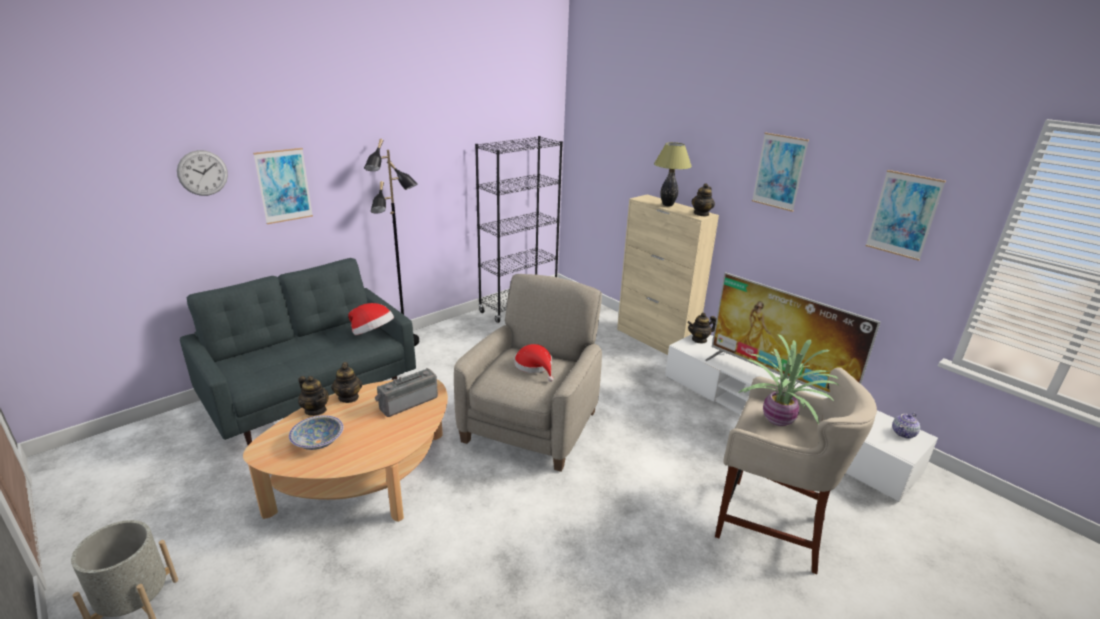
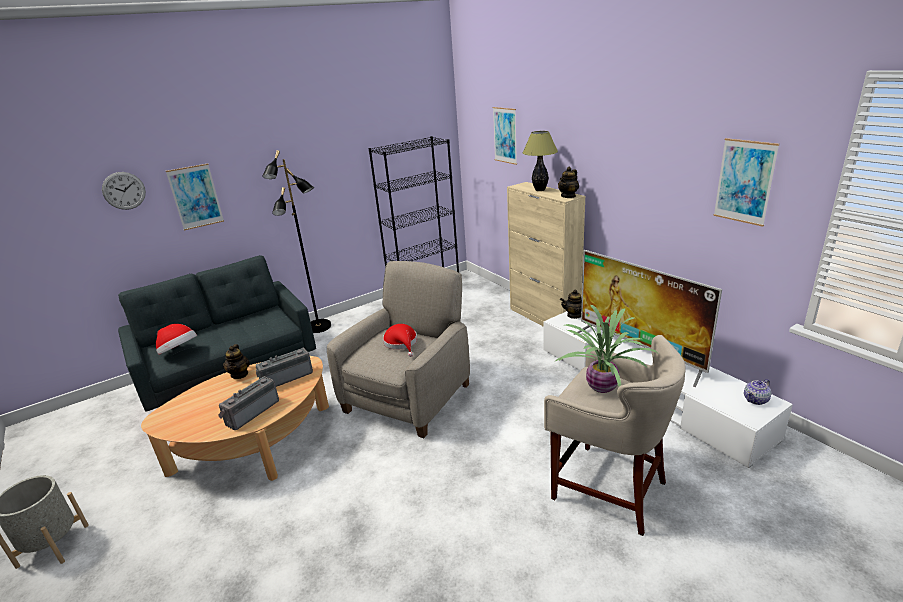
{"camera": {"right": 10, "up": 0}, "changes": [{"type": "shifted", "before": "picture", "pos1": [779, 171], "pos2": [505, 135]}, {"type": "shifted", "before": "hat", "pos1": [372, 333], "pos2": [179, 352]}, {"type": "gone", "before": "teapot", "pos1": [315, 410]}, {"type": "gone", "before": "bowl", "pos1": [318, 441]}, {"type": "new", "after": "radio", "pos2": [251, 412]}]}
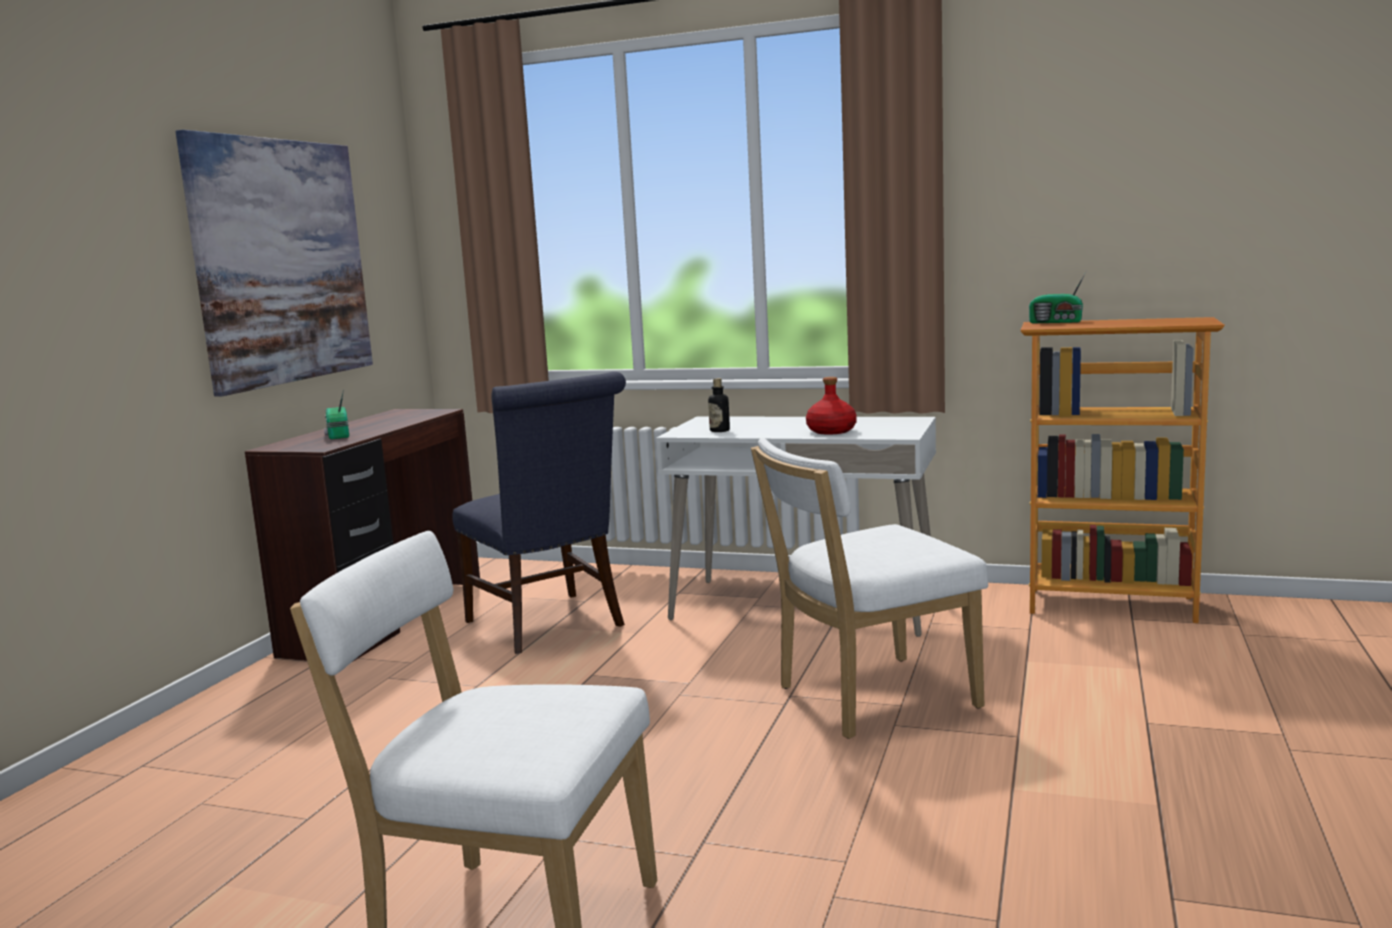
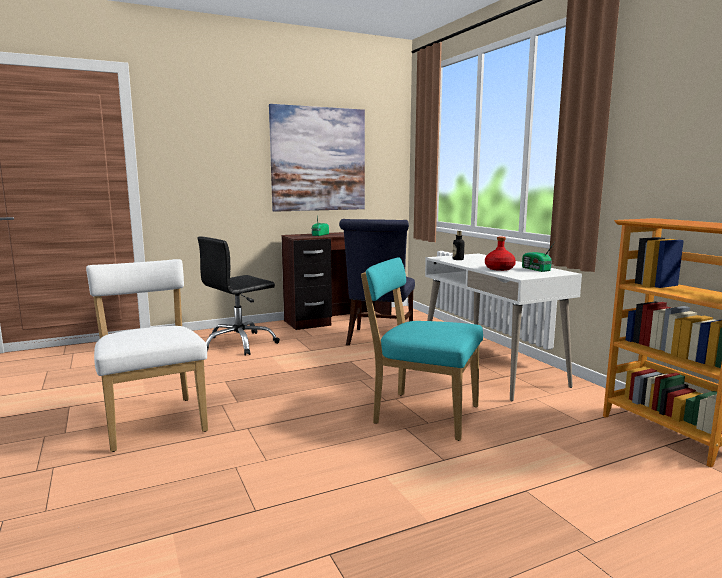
{"camera": {"right": 45, "up": 0}, "changes": [{"type": "shifted", "before": "radio", "pos1": [1057, 322], "pos2": [536, 269]}, {"type": "repainted", "before": "chair/white", "after": "chair/turquoise", "pos1": [868, 699], "pos2": [421, 414]}, {"type": "new", "after": "office chair/black", "pos2": [239, 344]}]}
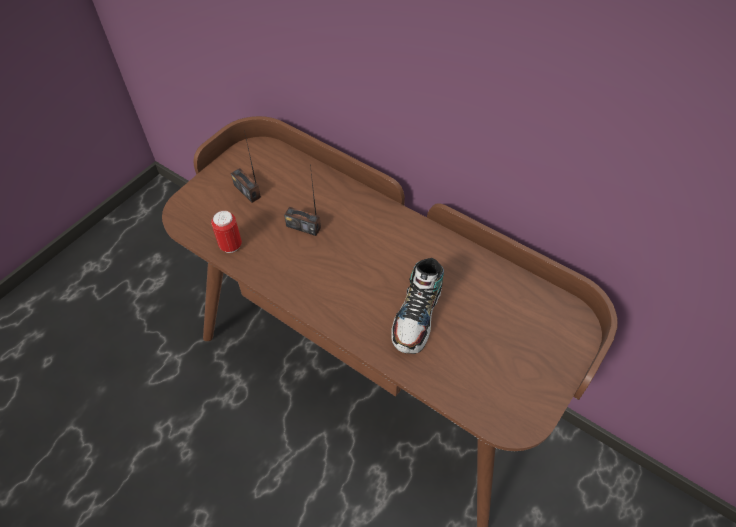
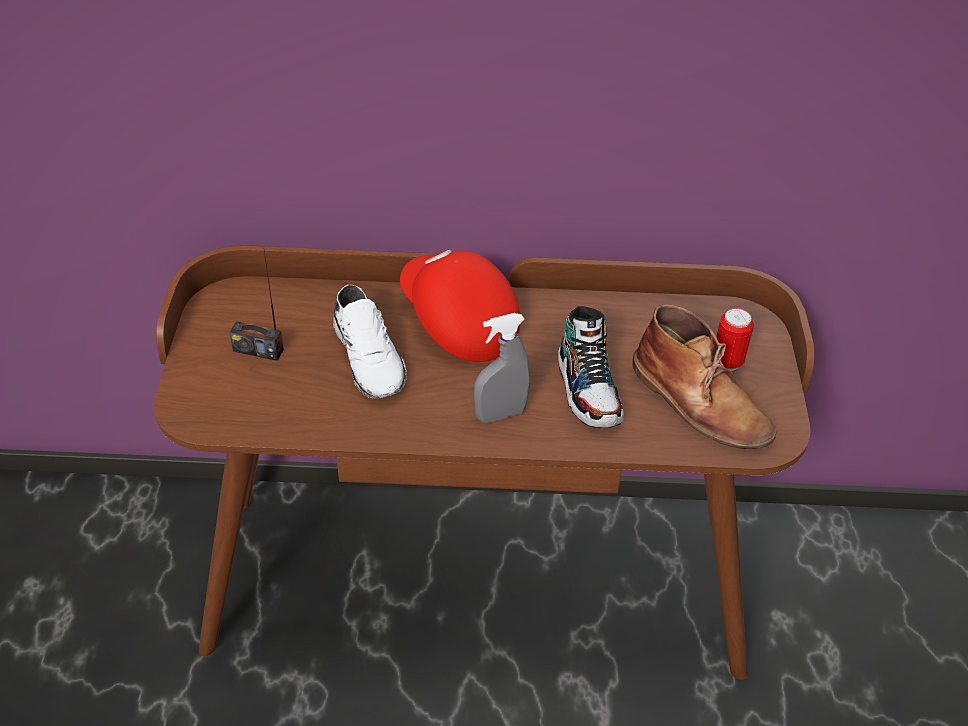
{"camera": {"right": -35, "up": -10}, "changes": [{"type": "swapped", "before": "radio", "after": "shoe/white", "pos1": [303, 227], "pos2": [370, 358]}, {"type": "shifted", "before": "can", "pos1": [230, 245], "pos2": [727, 362]}, {"type": "new", "after": "cap/red", "pos2": [457, 323]}, {"type": "new", "after": "boot/brown", "pos2": [700, 403]}, {"type": "new", "after": "spray bottle/grey", "pos2": [500, 414]}]}
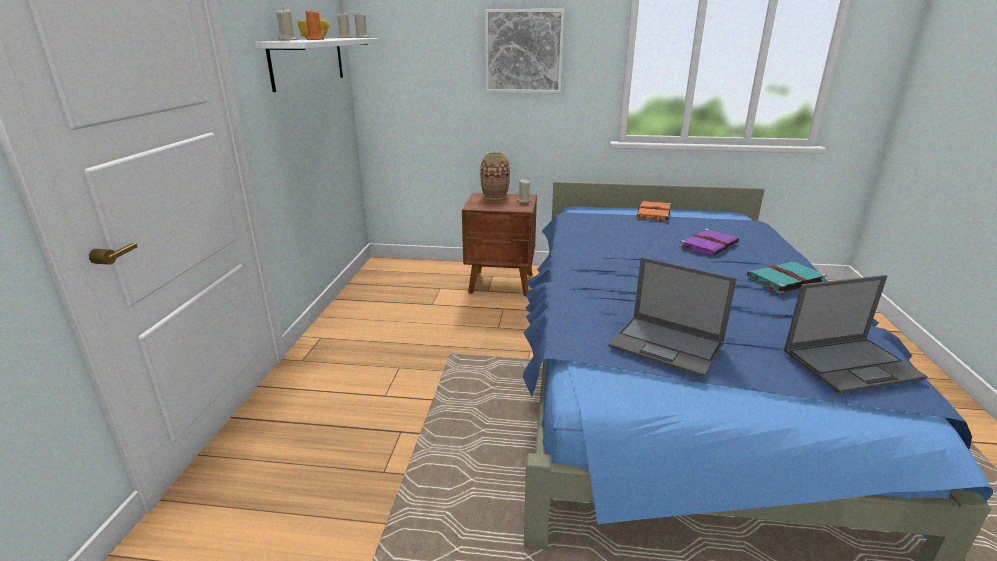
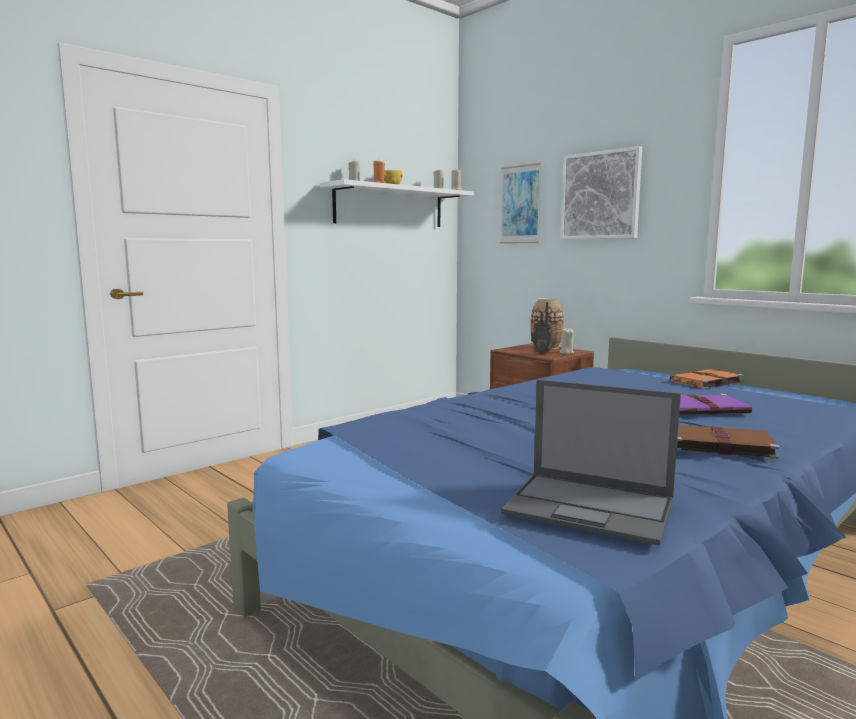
{"camera": {"right": 40, "up": -15}, "changes": [{"type": "gone", "before": "laptop", "pos1": [667, 345]}, {"type": "repainted", "before": "book/turquoise", "after": "book/brown", "pos1": [784, 279], "pos2": [717, 444]}, {"type": "new", "after": "picture", "pos2": [520, 204]}, {"type": "new", "after": "radio", "pos2": [541, 353]}]}
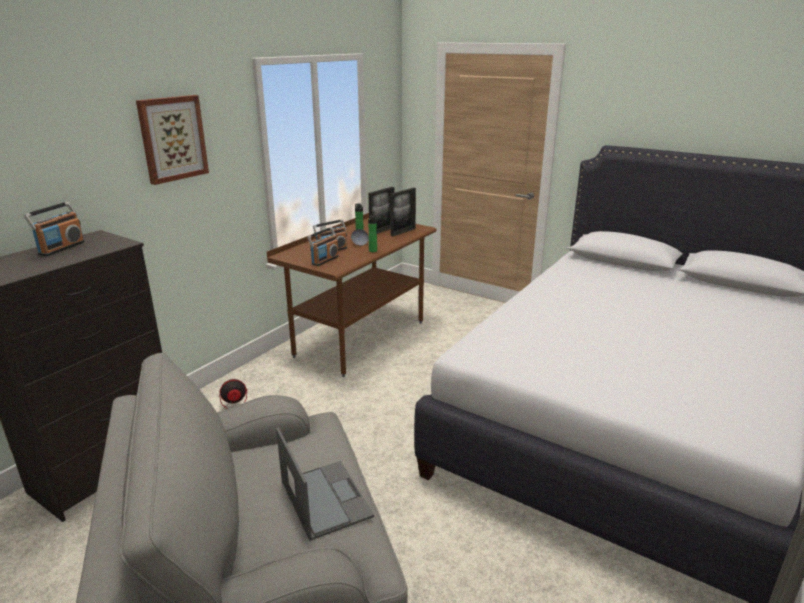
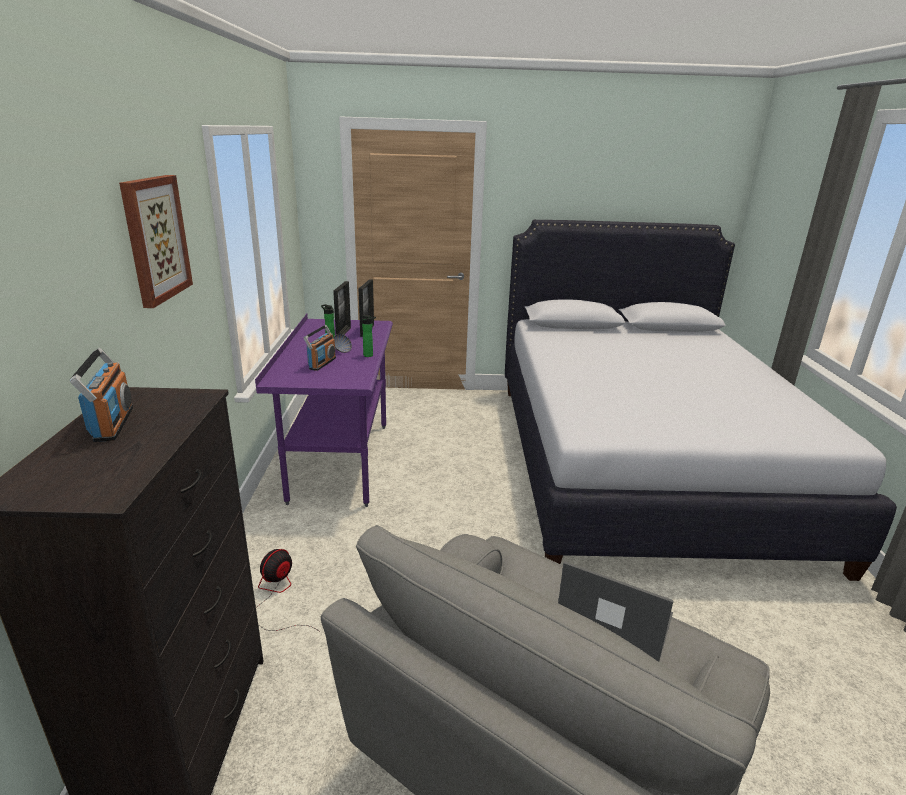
{"camera": {"right": -35, "up": 0}, "changes": [{"type": "repainted", "before": "desk/brown", "after": "desk/purple", "pos1": [360, 339], "pos2": [340, 461]}, {"type": "gone", "before": "radio", "pos1": [325, 260]}]}
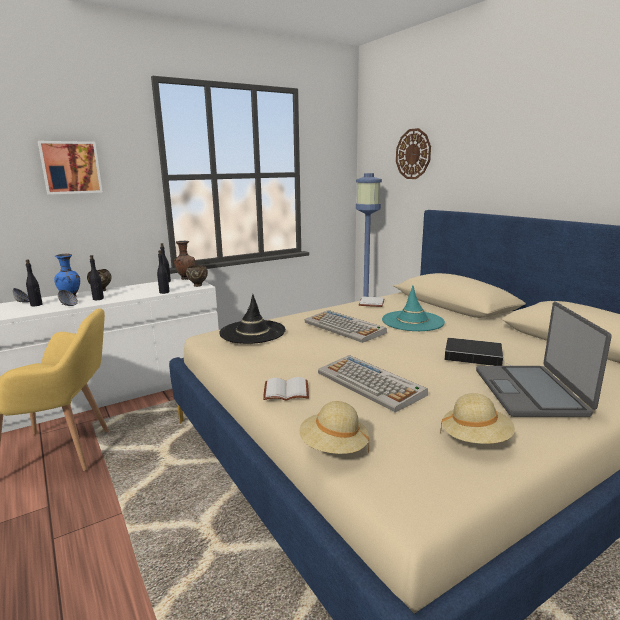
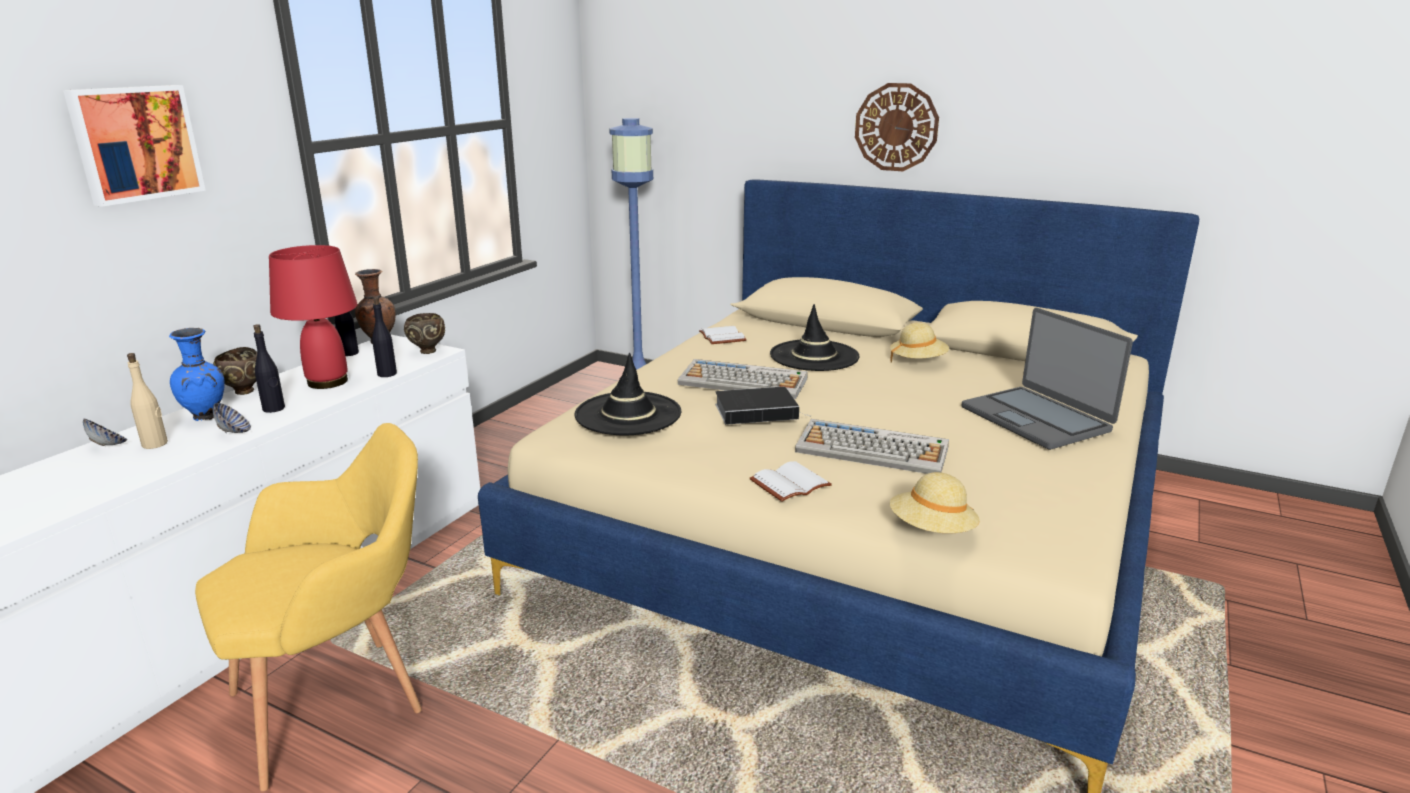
{"camera": {"right": -30, "up": 5}, "changes": [{"type": "shifted", "before": "wall clock", "pos1": [413, 154], "pos2": [896, 127]}, {"type": "repainted", "before": "bottle/black", "after": "bottle/beige", "pos1": [36, 305], "pos2": [155, 444]}, {"type": "repainted", "before": "hat/turquoise", "after": "hat/black", "pos1": [412, 321], "pos2": [814, 356]}, {"type": "shifted", "before": "book", "pos1": [475, 356], "pos2": [758, 411]}, {"type": "shifted", "before": "hat/beige", "pos1": [475, 439], "pos2": [918, 361]}, {"type": "new", "after": "table lamp/red", "pos2": [326, 382]}]}
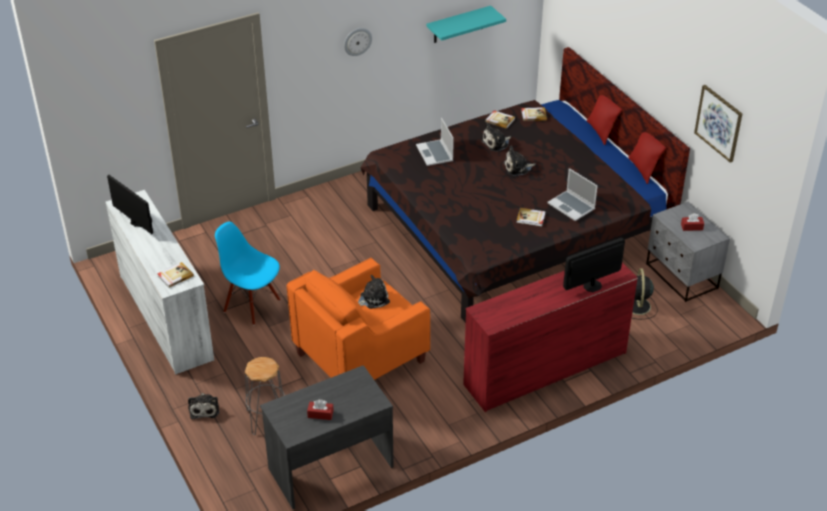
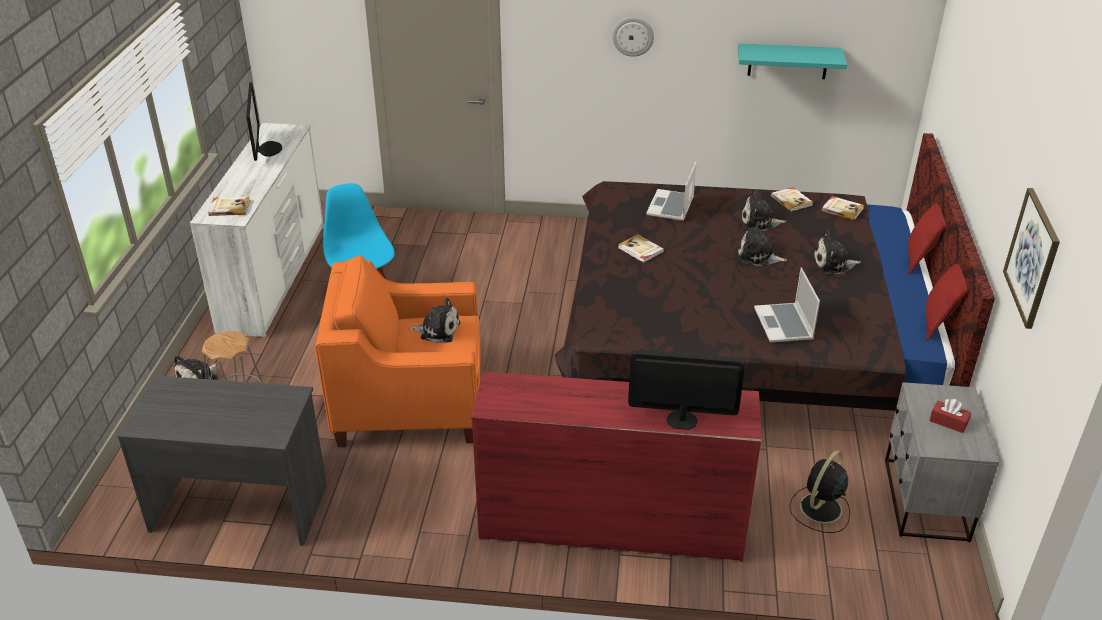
{"camera": {"right": 35, "up": -5}, "changes": [{"type": "shifted", "before": "book", "pos1": [531, 218], "pos2": [640, 250]}, {"type": "gone", "before": "tissue box/red", "pos1": [320, 414]}, {"type": "new", "after": "plush toy", "pos2": [833, 264]}]}
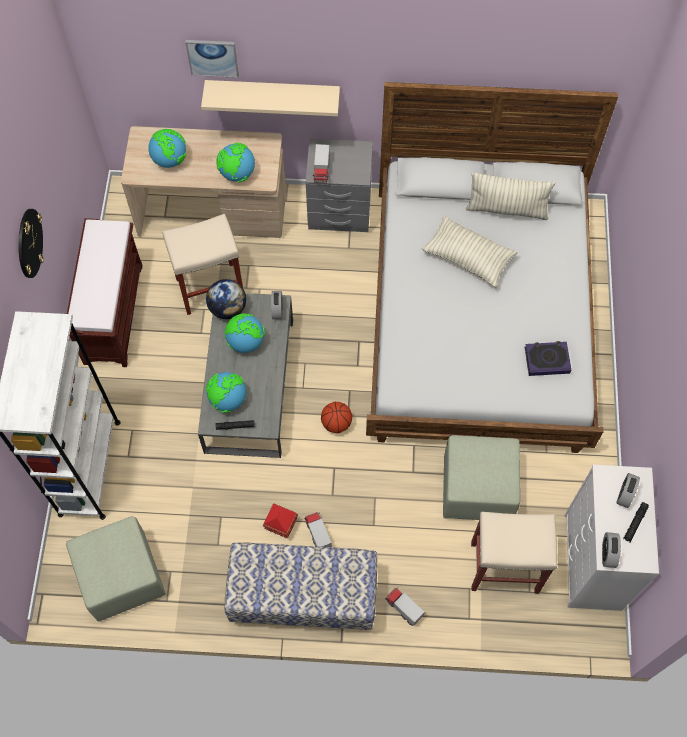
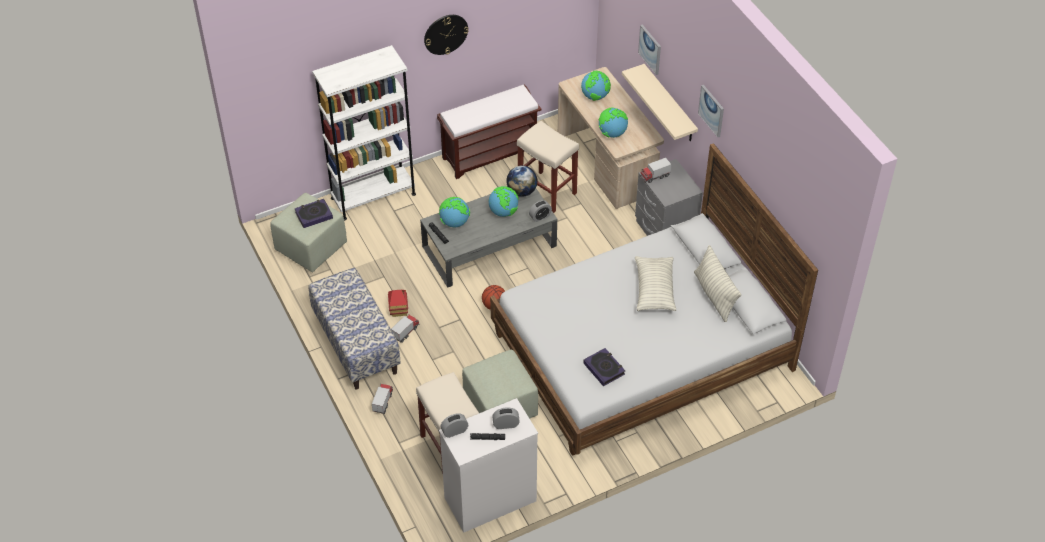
{"camera": {"right": 60, "up": -15}, "changes": [{"type": "new", "after": "picture", "pos2": [711, 110]}, {"type": "new", "after": "book", "pos2": [314, 215]}]}
